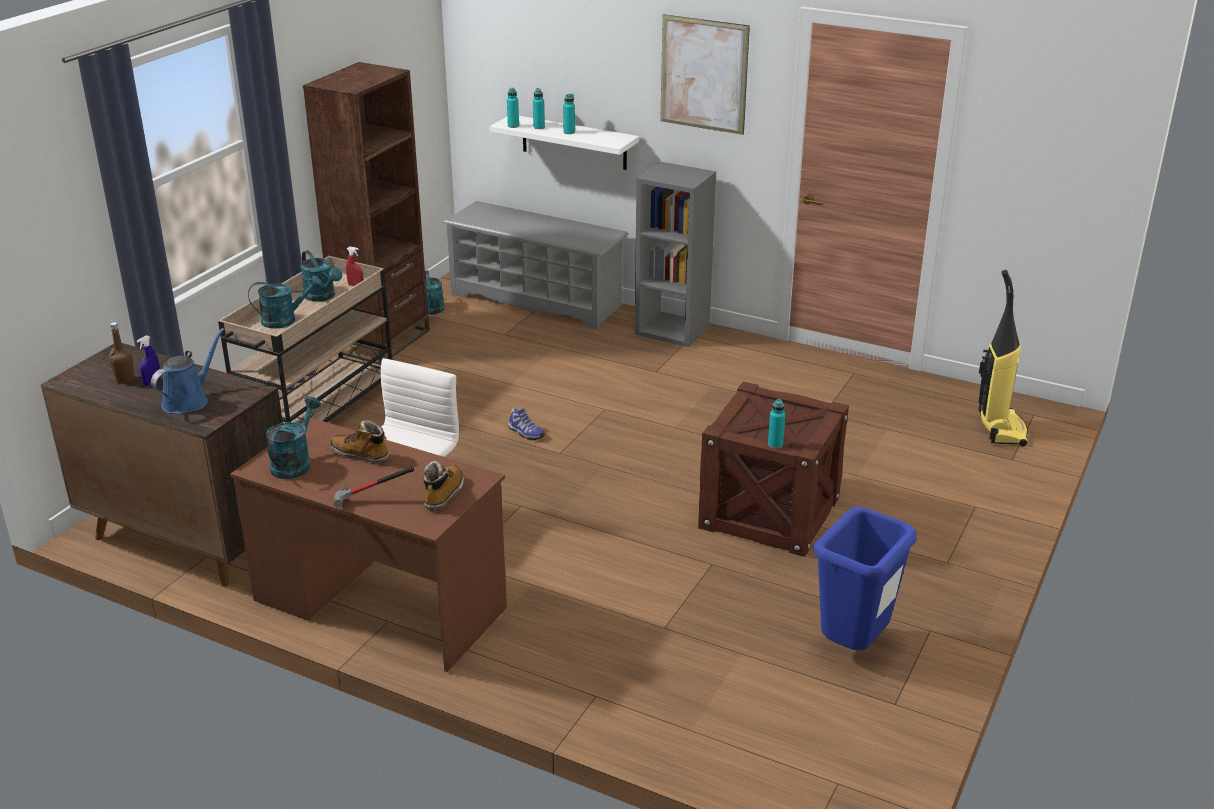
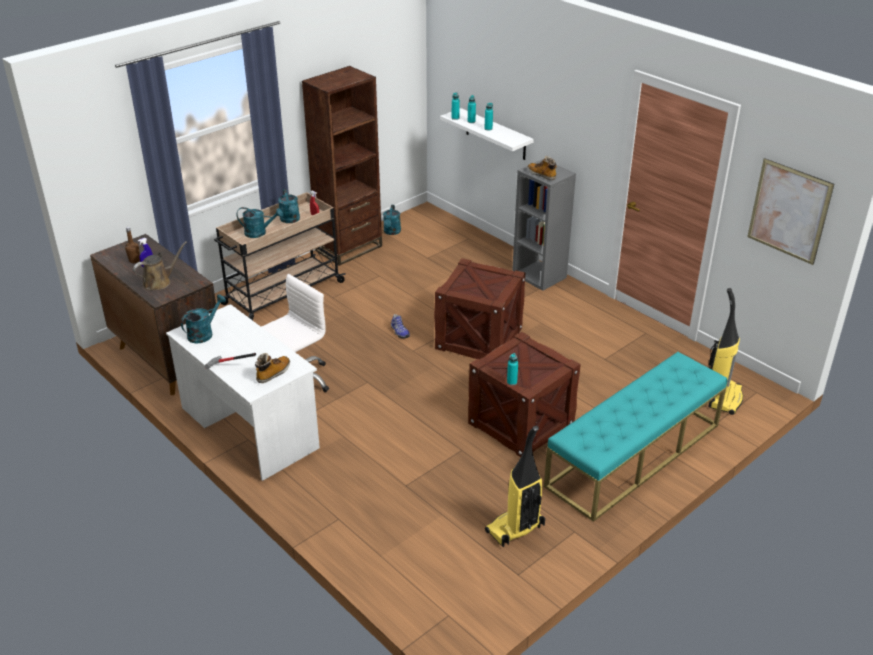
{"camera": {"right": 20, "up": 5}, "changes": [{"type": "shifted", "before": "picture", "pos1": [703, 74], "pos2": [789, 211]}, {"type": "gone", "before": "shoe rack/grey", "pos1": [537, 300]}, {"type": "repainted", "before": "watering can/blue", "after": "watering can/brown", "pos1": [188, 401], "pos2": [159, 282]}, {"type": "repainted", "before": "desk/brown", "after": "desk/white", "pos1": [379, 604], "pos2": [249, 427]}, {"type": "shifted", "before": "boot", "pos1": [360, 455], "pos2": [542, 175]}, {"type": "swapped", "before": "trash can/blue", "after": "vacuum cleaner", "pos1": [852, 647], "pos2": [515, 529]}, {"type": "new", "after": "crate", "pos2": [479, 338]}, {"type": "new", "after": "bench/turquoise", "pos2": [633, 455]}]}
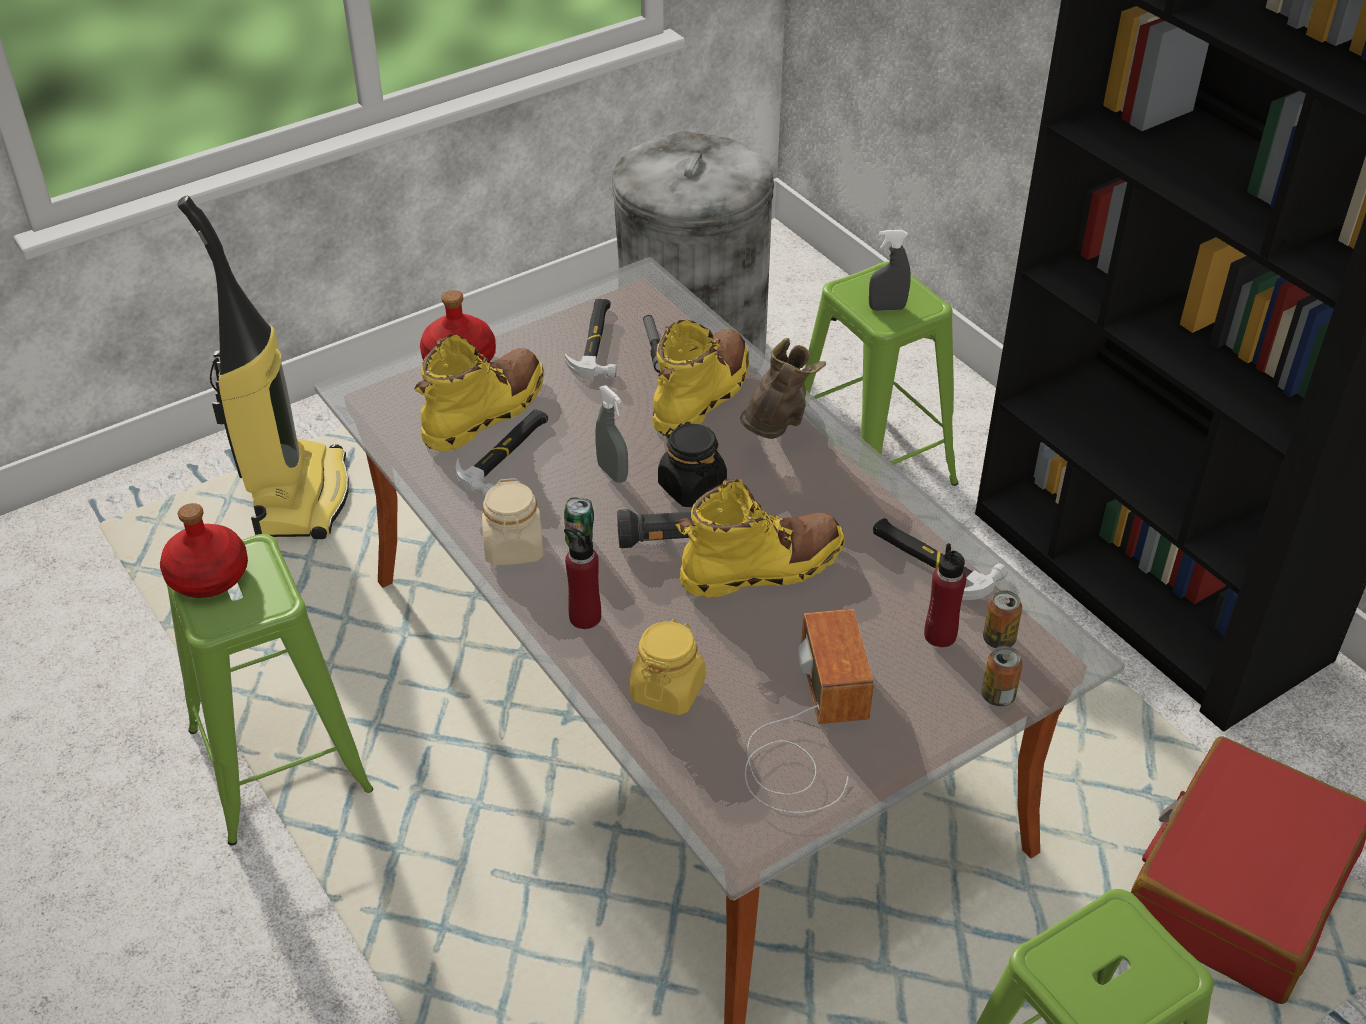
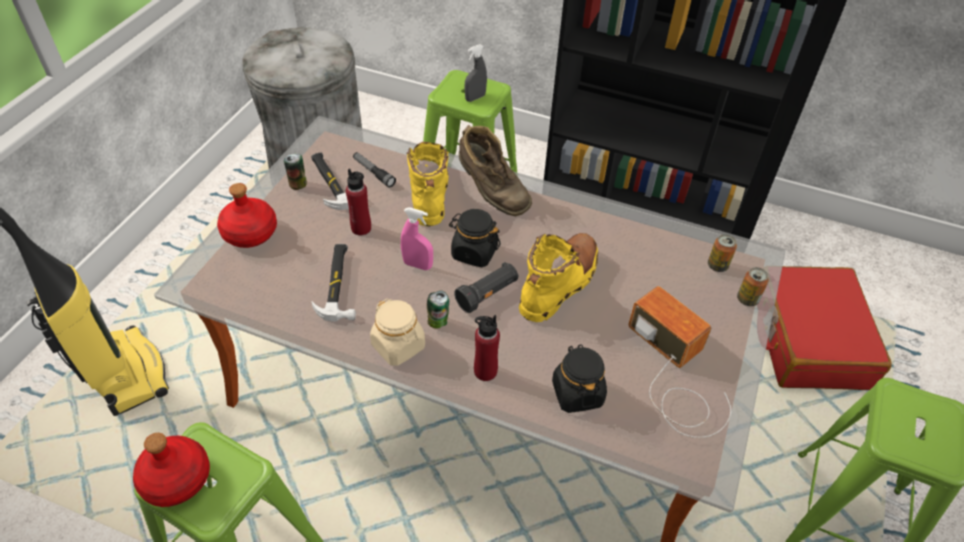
{"camera": {"right": -35, "up": 5}, "changes": [{"type": "gone", "before": "boot/yellow", "pos1": [485, 412]}, {"type": "rotated", "before": "boot/brown", "pos1": [777, 429], "pos2": [491, 194], "turn": 150}, {"type": "repainted", "before": "spray bottle/grey", "after": "spray bottle/pink", "pos1": [612, 473], "pos2": [417, 265]}, {"type": "gone", "before": "hammer", "pos1": [932, 561]}, {"type": "shifted", "before": "bottle/red", "pos1": [940, 635], "pos2": [361, 228]}, {"type": "repainted", "before": "jar/yellow", "after": "jar/black", "pos1": [668, 690], "pos2": [577, 393]}, {"type": "new", "after": "can", "pos2": [298, 184]}]}
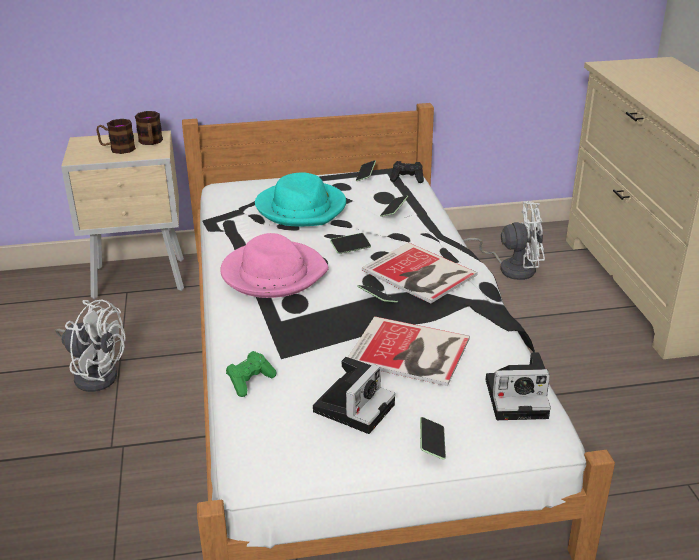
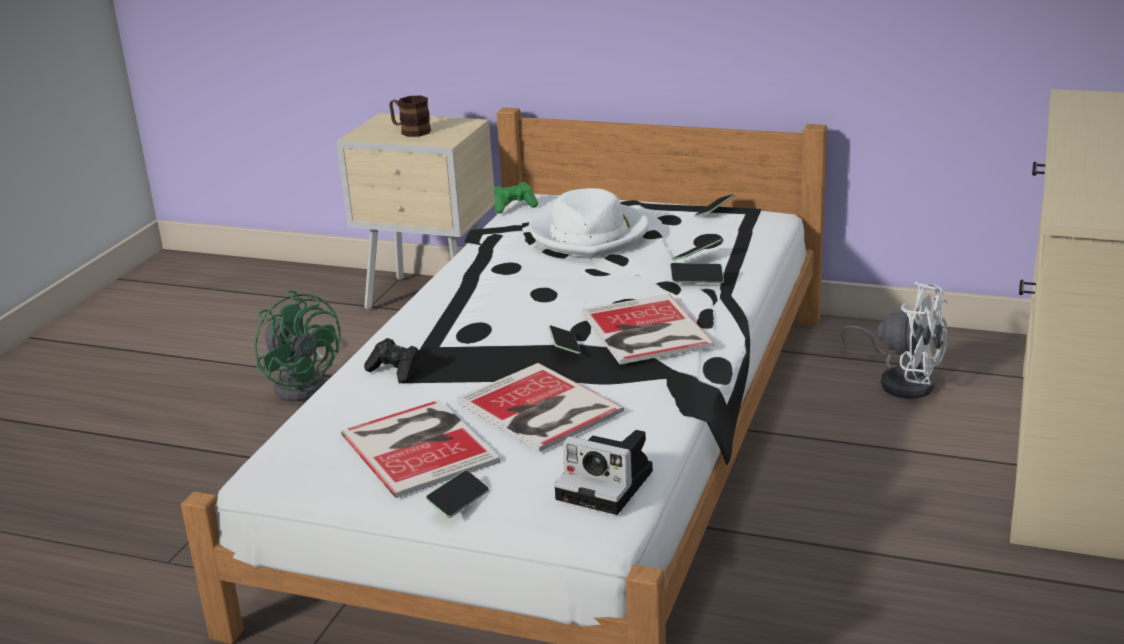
{"camera": {"right": 30, "up": -5}, "changes": [{"type": "gone", "before": "mug", "pos1": [151, 142]}, {"type": "shifted", "before": "game controller/black", "pos1": [407, 179], "pos2": [395, 371]}, {"type": "repainted", "before": "hat/turquoise", "after": "hat/white", "pos1": [302, 208], "pos2": [590, 234]}, {"type": "gone", "before": "hat/pink", "pos1": [273, 273]}, {"type": "shifted", "before": "phone", "pos1": [350, 248], "pos2": [696, 280]}, {"type": "repainted", "before": "fan/white", "after": "fan/green", "pos1": [95, 373], "pos2": [303, 384]}, {"type": "shifted", "before": "game controller/green", "pos1": [250, 381], "pos2": [514, 207]}, {"type": "swapped", "before": "photo camera", "after": "book", "pos1": [354, 406], "pos2": [420, 445]}]}
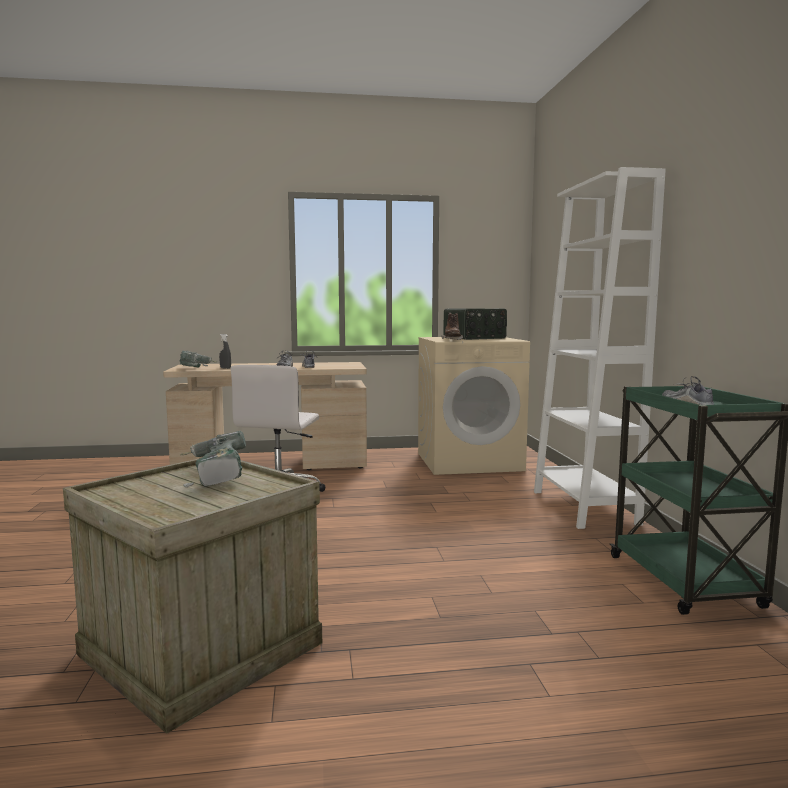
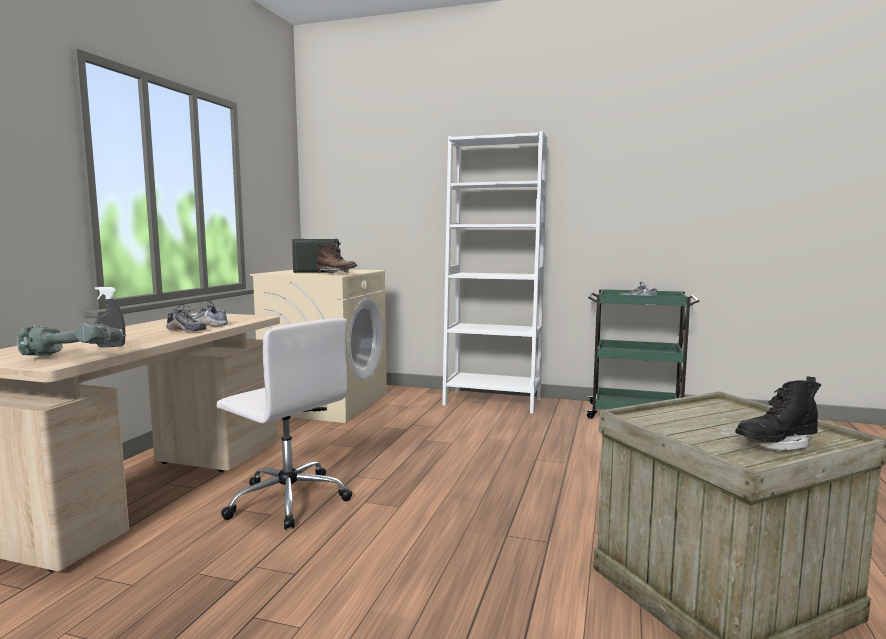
{"camera": {"right": -65, "up": 0}, "changes": [{"type": "gone", "before": "power drill", "pos1": [213, 475]}, {"type": "new", "after": "boot/black", "pos2": [775, 445]}]}
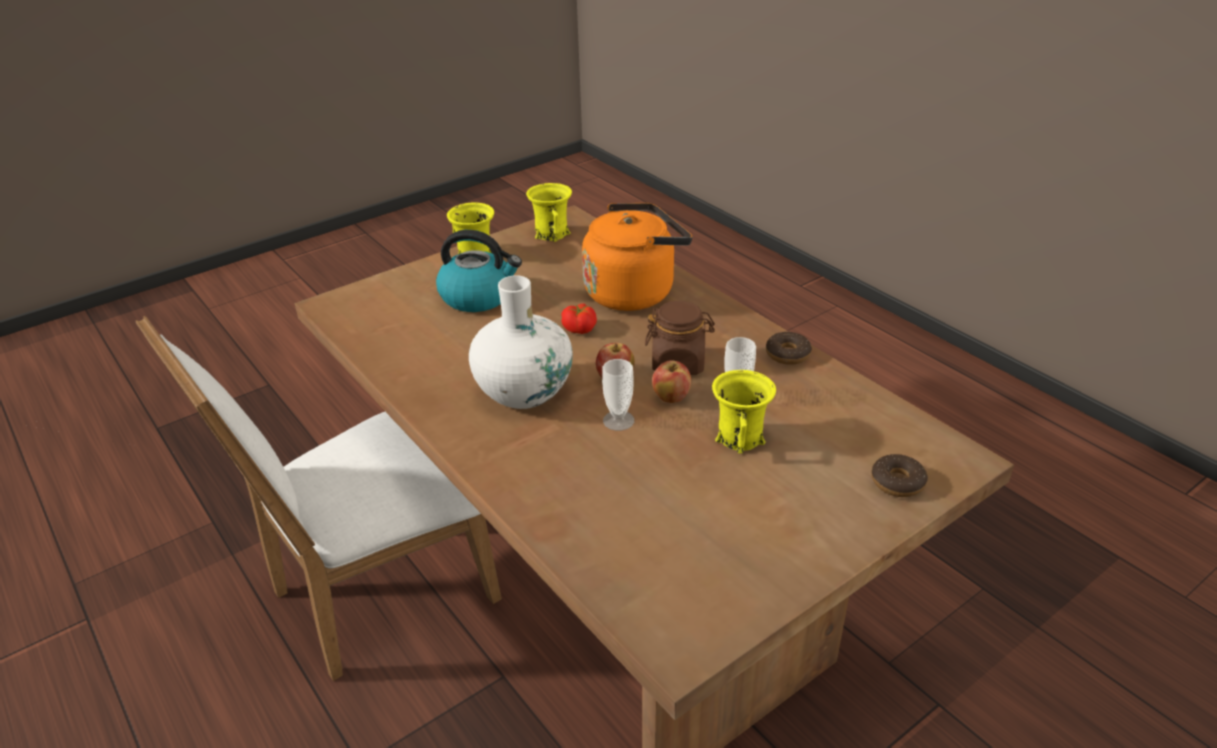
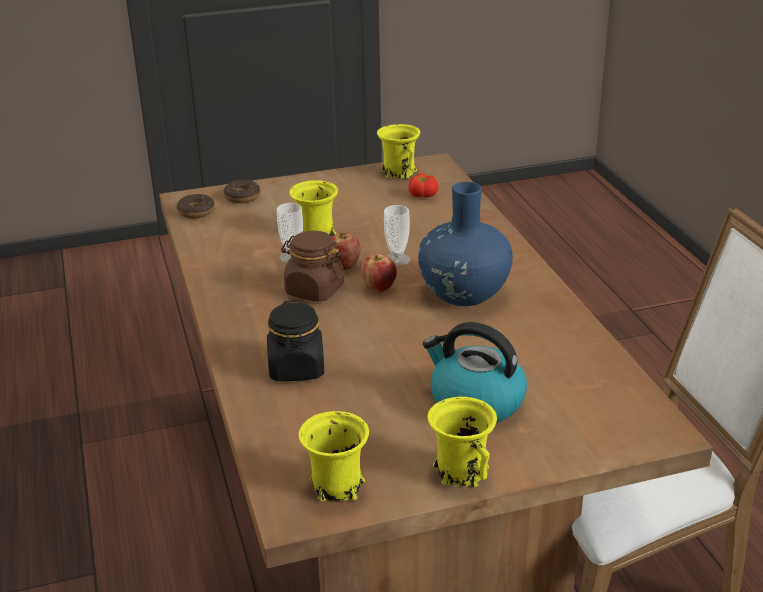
{"camera": {"right": -160, "up": -5}, "changes": [{"type": "swapped", "before": "kettle/orange", "after": "jar/black", "pos1": [634, 291], "pos2": [296, 368]}, {"type": "repainted", "before": "vase/white", "after": "vase/blue", "pos1": [524, 392], "pos2": [464, 293]}, {"type": "shifted", "before": "tomato", "pos1": [580, 328], "pos2": [422, 195]}, {"type": "shifted", "before": "donut", "pos1": [787, 354], "pos2": [196, 212]}, {"type": "new", "after": "mug/yellow", "pos2": [399, 172]}]}
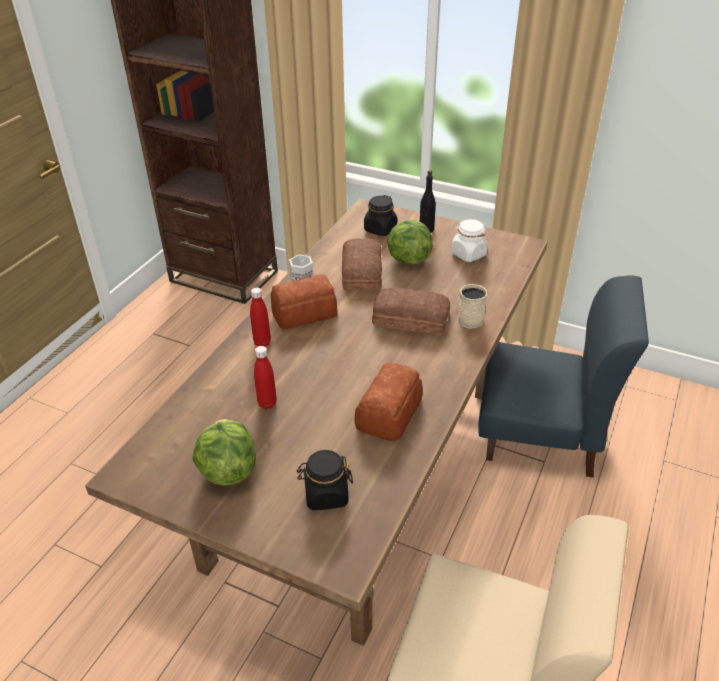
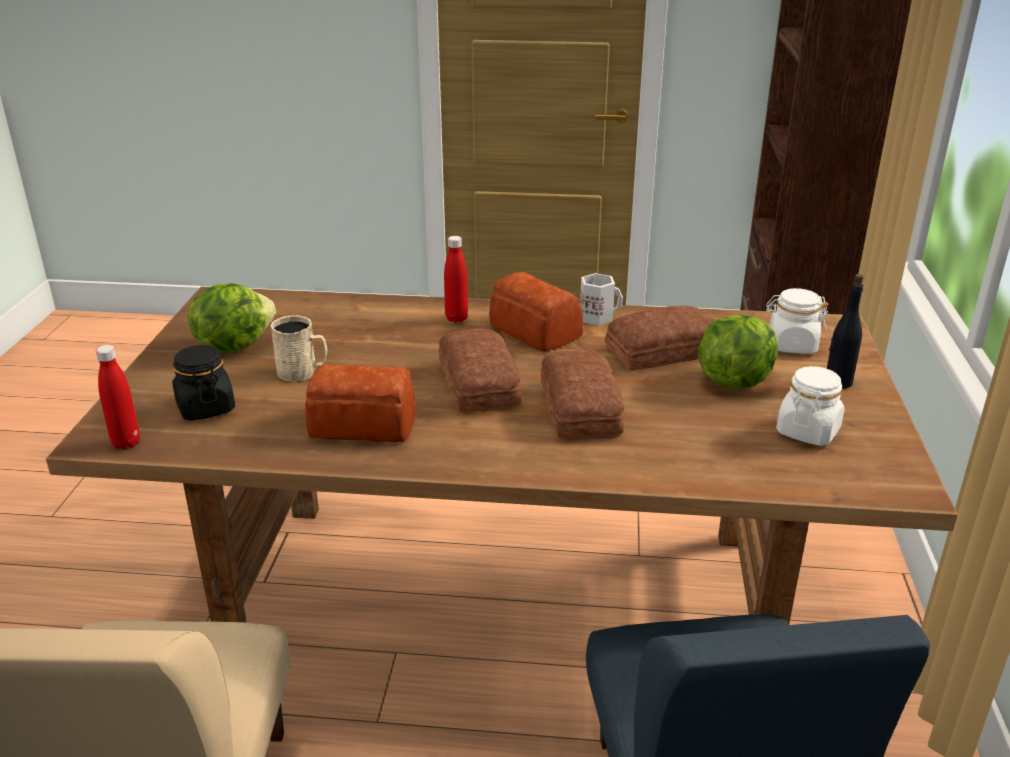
{"camera": {"right": 70, "up": -10}, "changes": [{"type": "repainted", "before": "jar/black", "after": "jar/white", "pos1": [380, 229], "pos2": [791, 345]}, {"type": "shifted", "before": "mug/beige", "pos1": [471, 318], "pos2": [303, 372]}, {"type": "shifted", "before": "bottle/red", "pos1": [267, 403], "pos2": [126, 443]}, {"type": "new", "after": "bread", "pos2": [480, 382]}]}
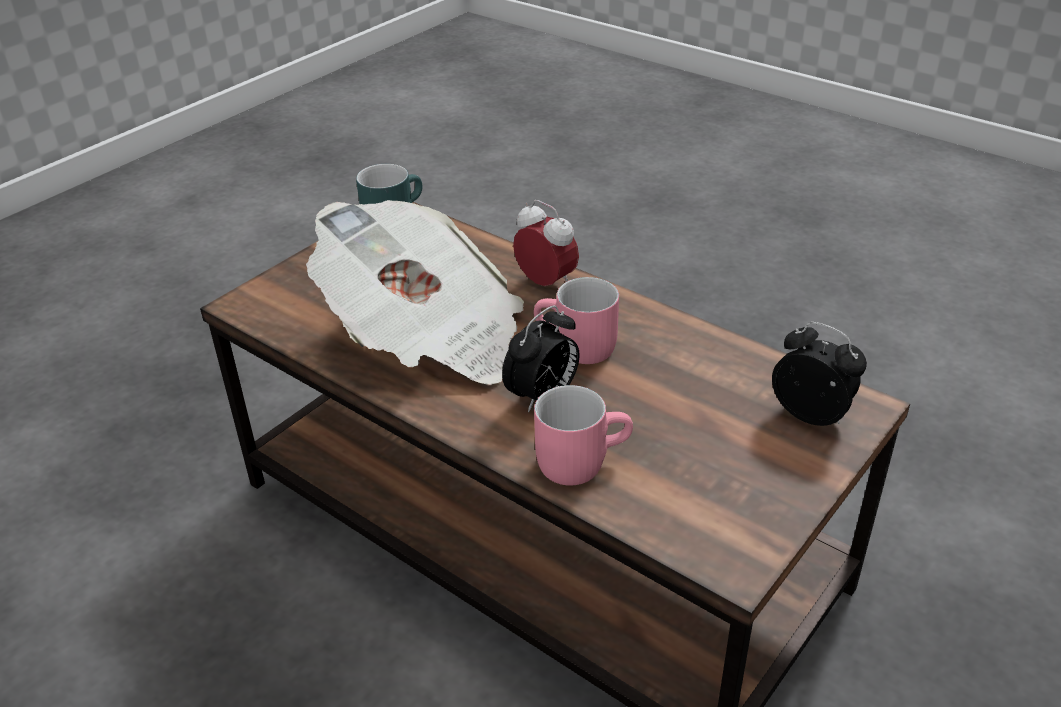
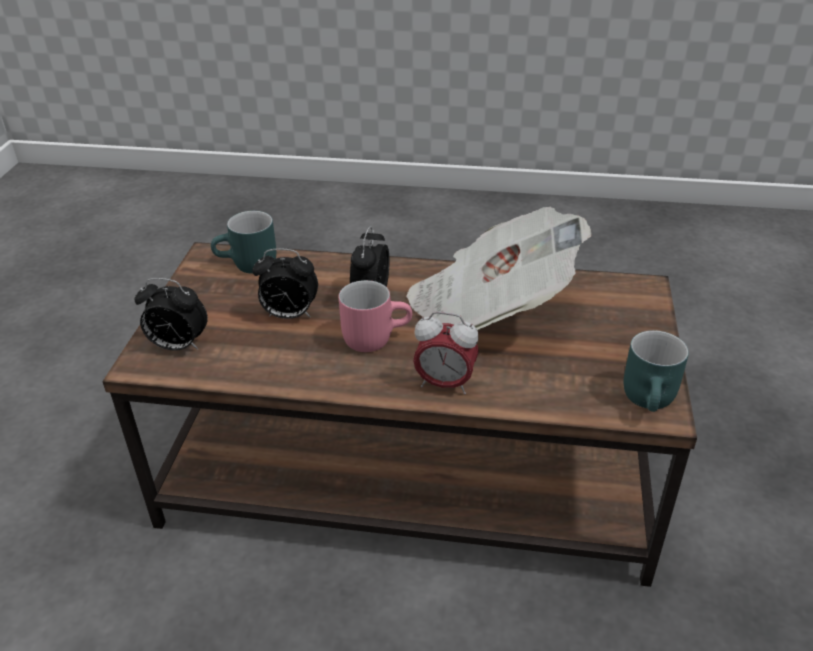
{"camera": {"right": 150, "up": 0}, "changes": [{"type": "gone", "before": "mug/pink", "pos1": [579, 459]}, {"type": "new", "after": "mug/turquoise", "pos2": [248, 266]}, {"type": "new", "after": "alarm clock", "pos2": [289, 315]}]}
